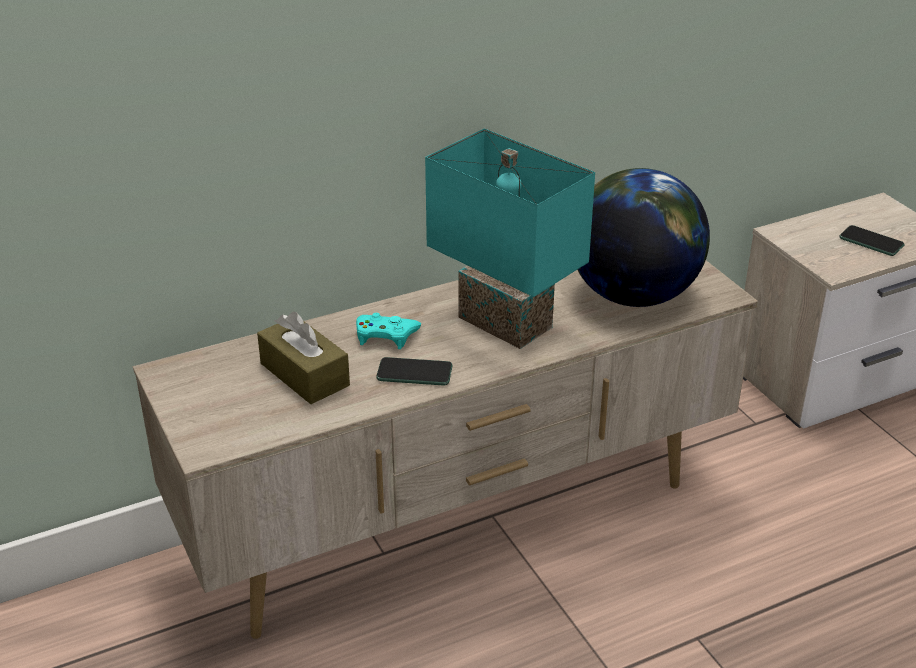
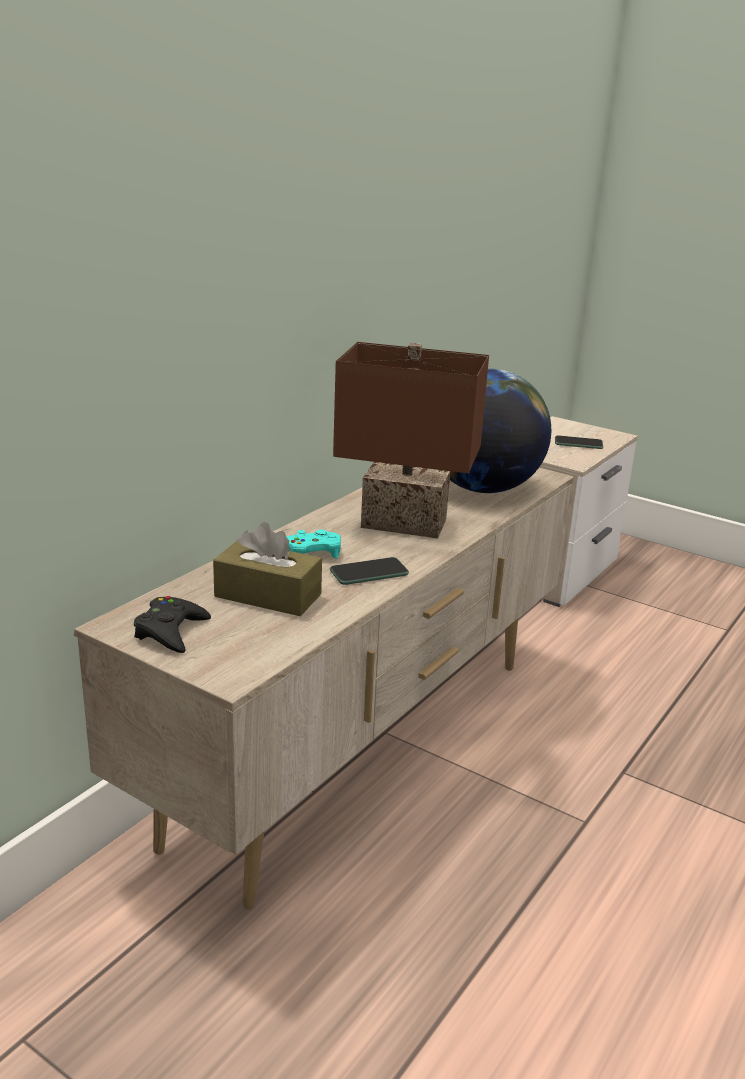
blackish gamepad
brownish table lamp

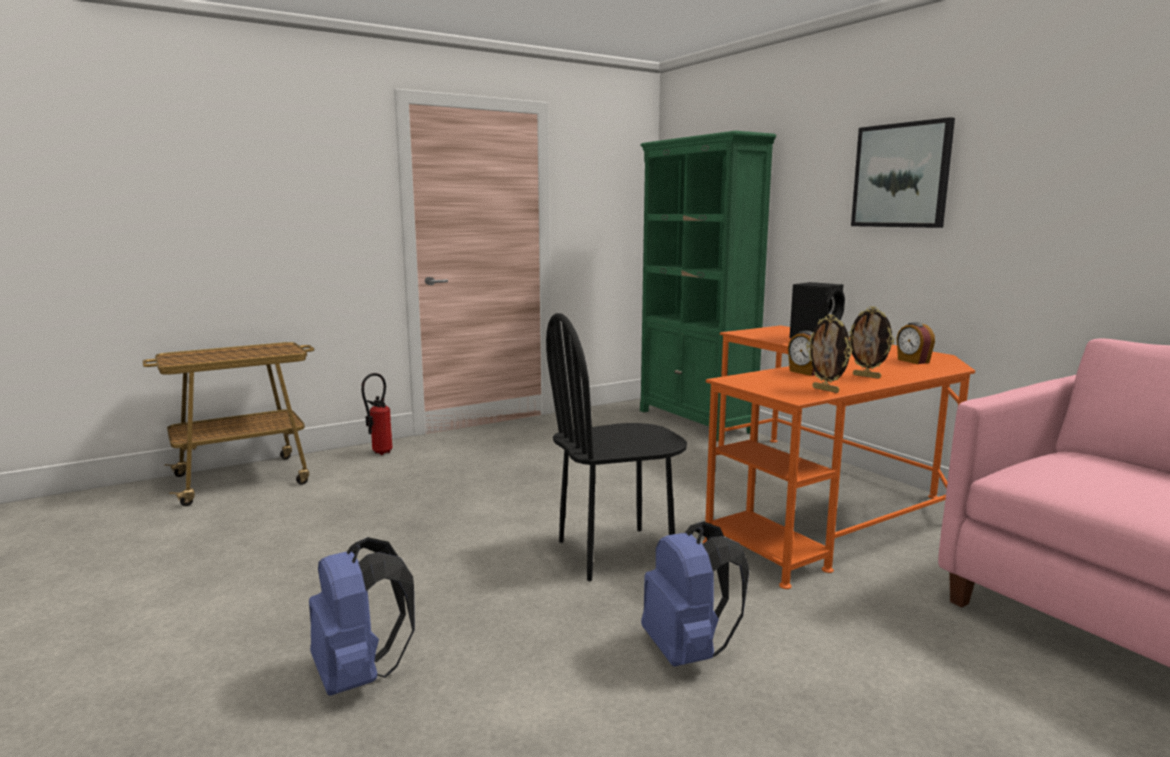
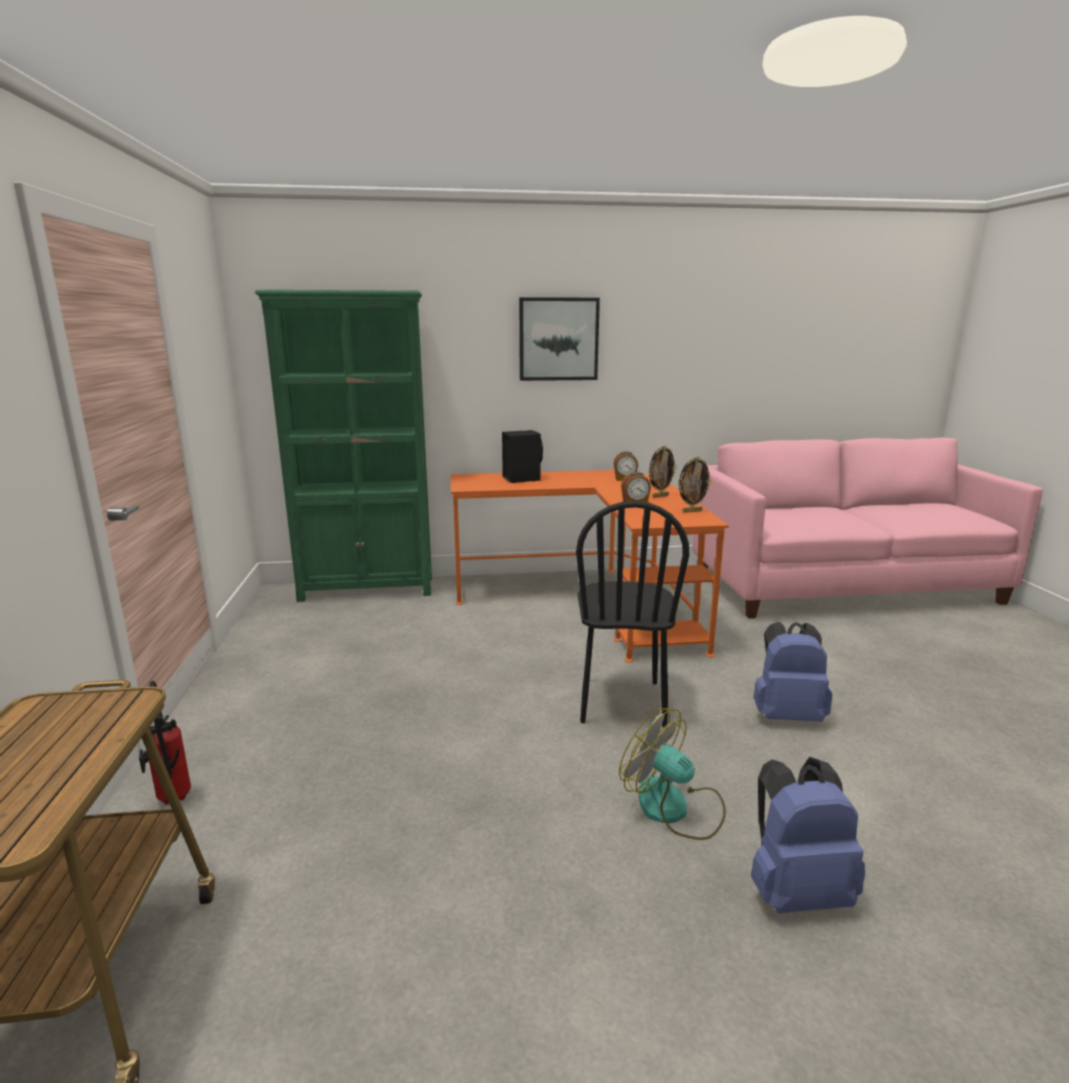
fan

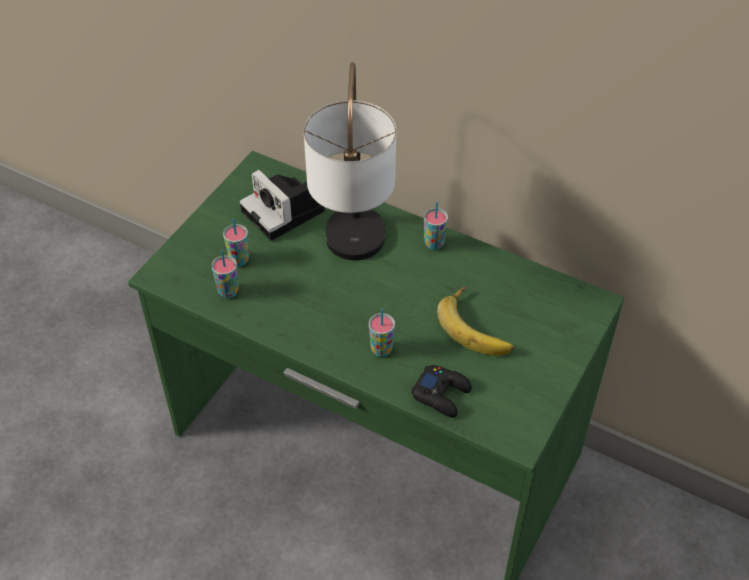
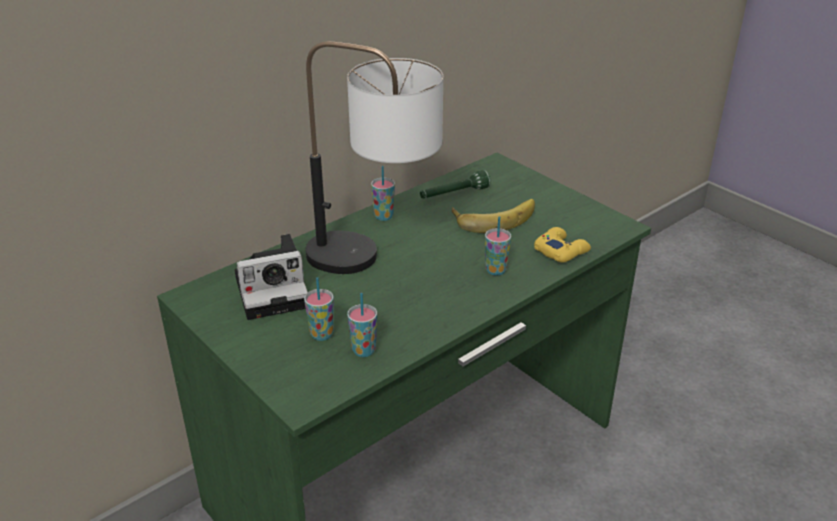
green-coloured torch
yellow gamepad

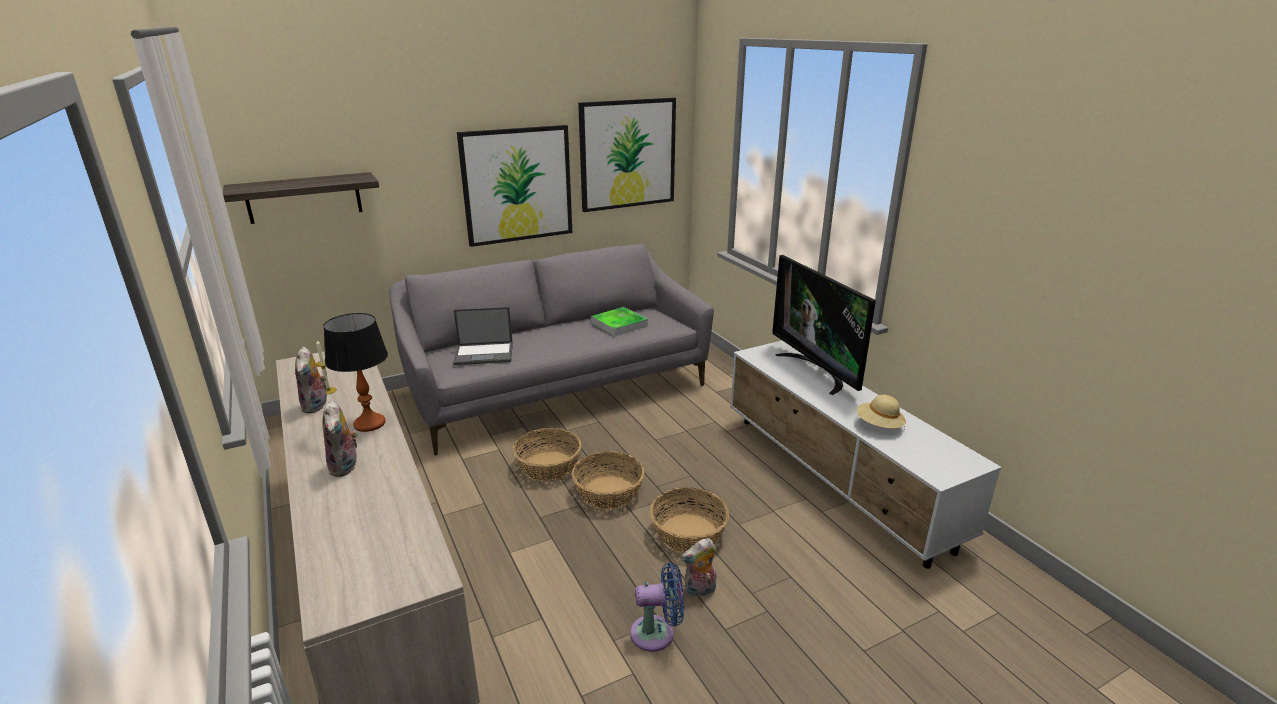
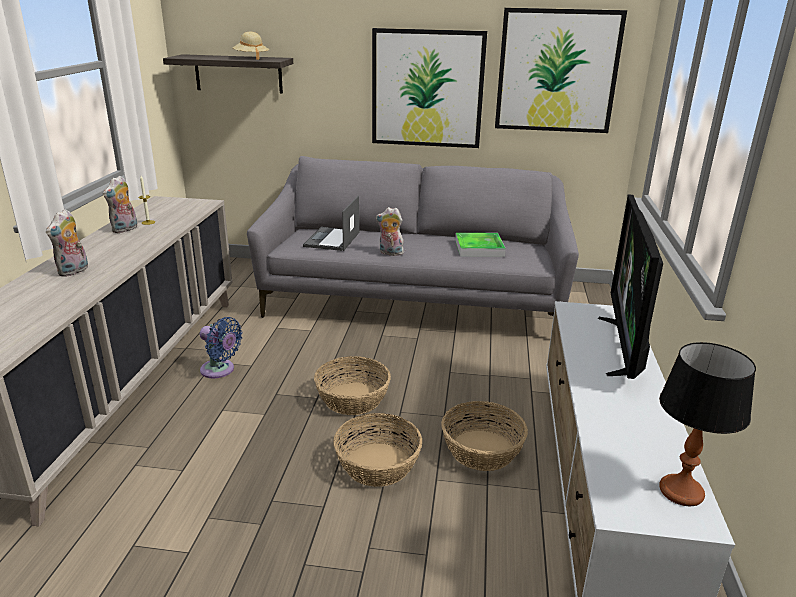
table lamp
storage basket (no. 3 from left)
blue fan
soft toy (no. 3 from left)
beige-coloured wearable hat
notebook computer

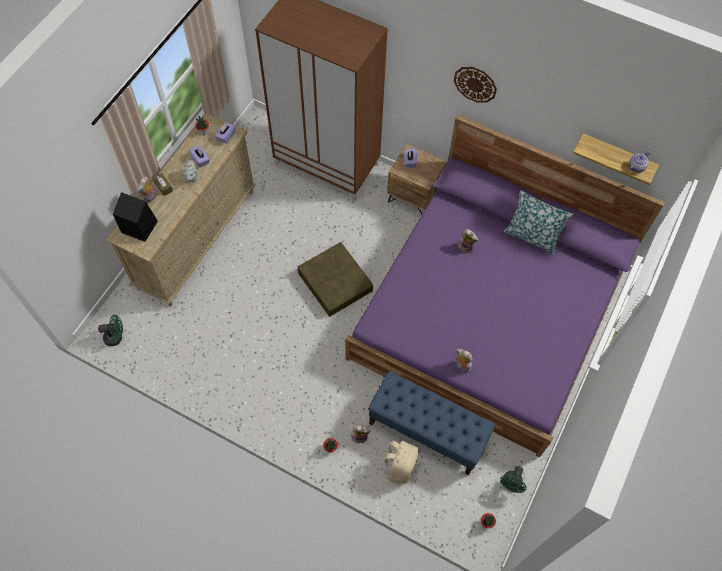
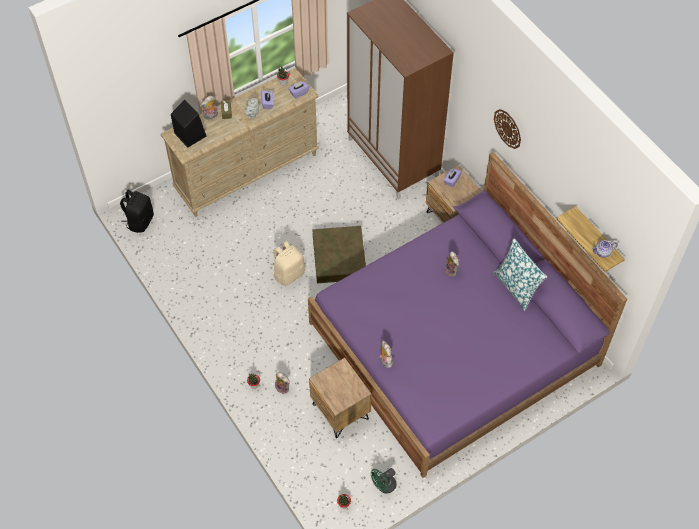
beige-coloured knapsack
blackish knapsack
brownish night table (no. 1 from left)

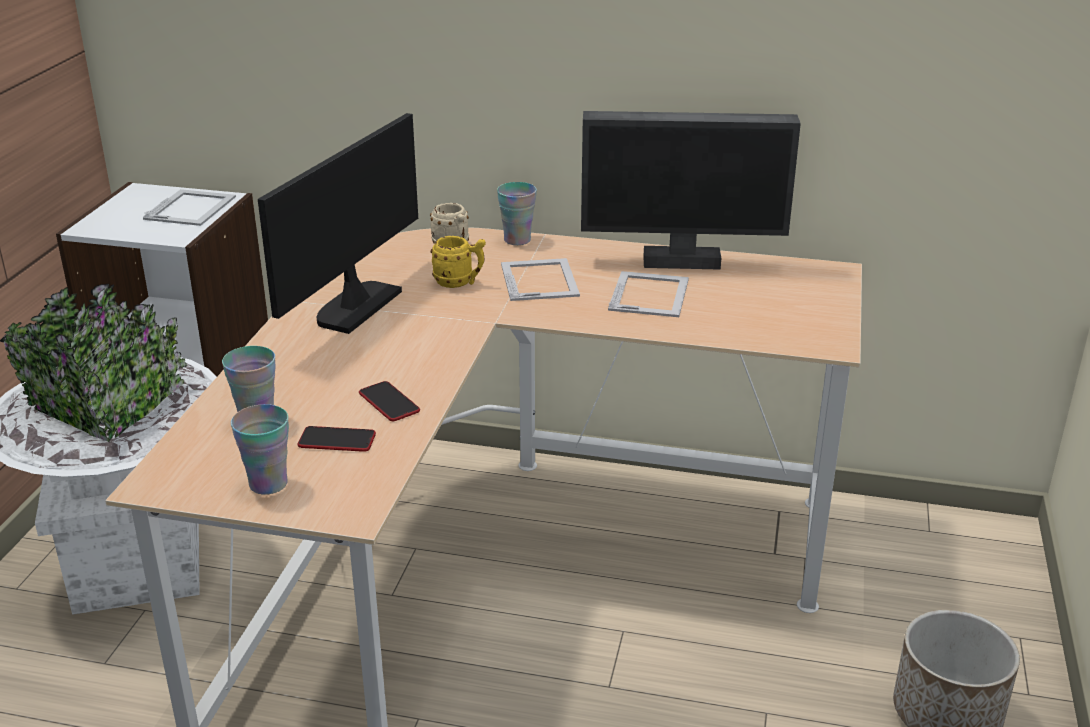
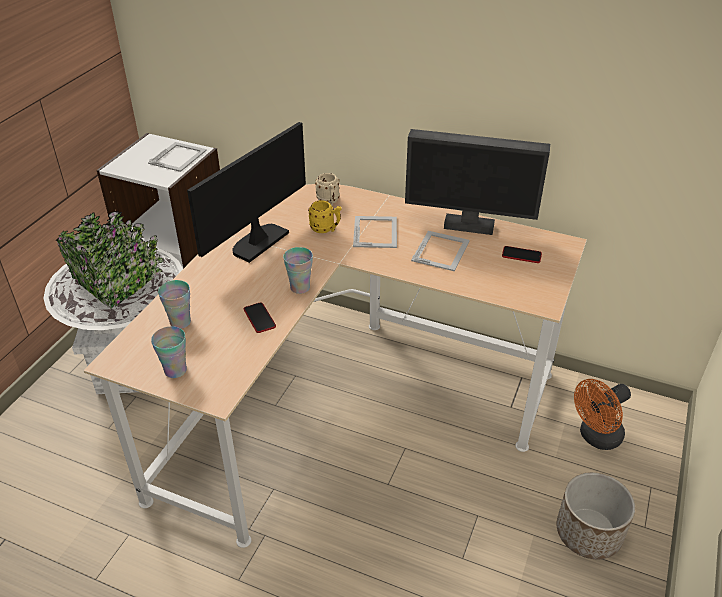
orangey fan
handset (no. 2 from left)
drinking cup (no. 3 from left)

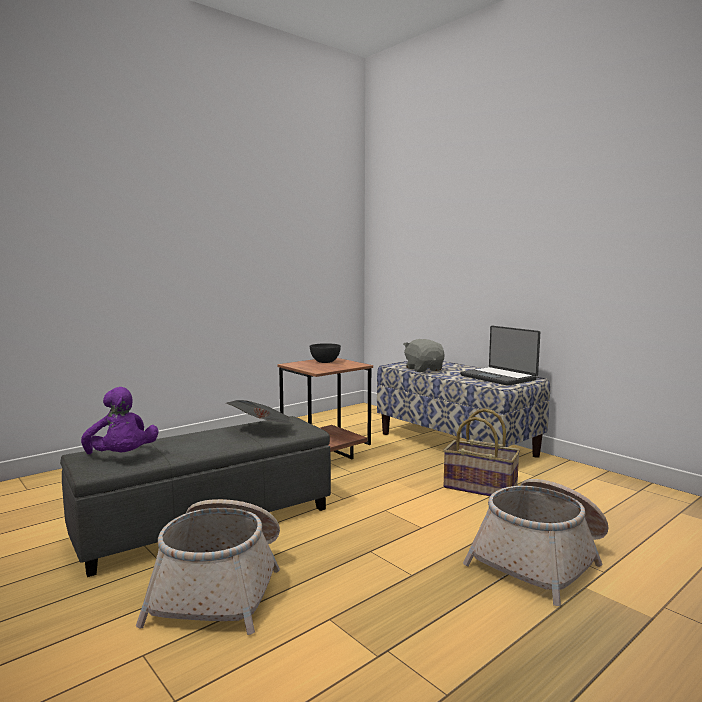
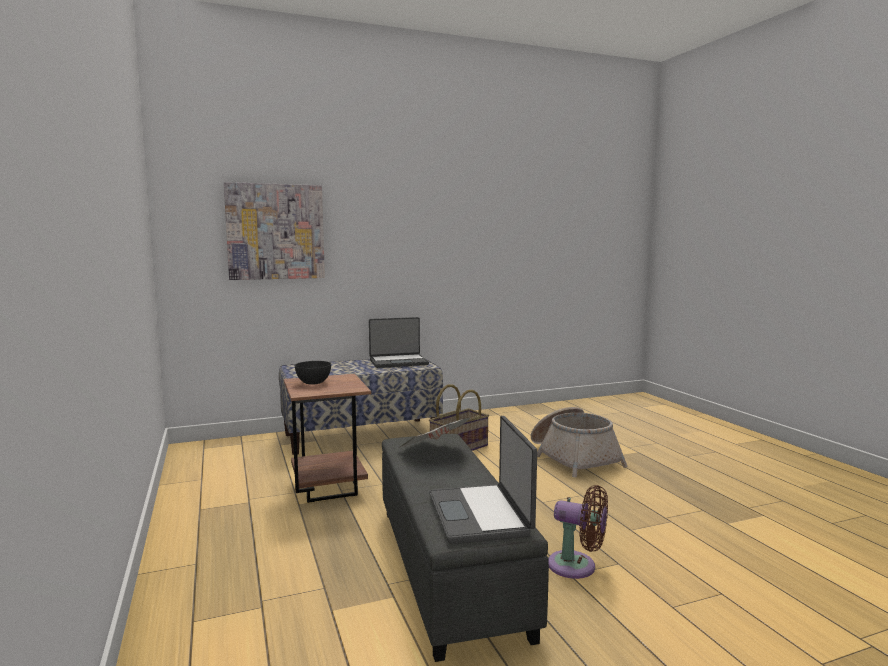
greyish soft toy
picture
notebook computer (no. 2 from left)
brownish fan

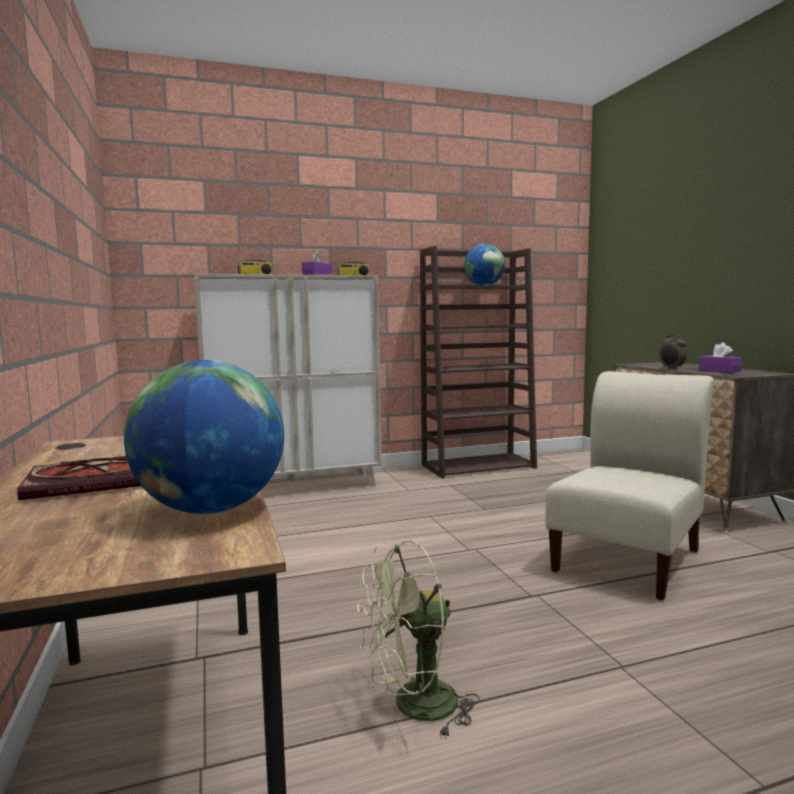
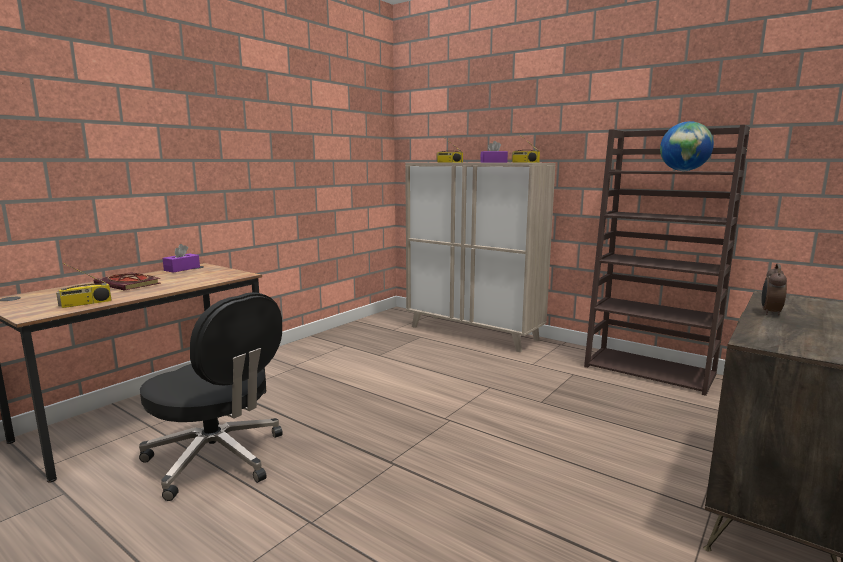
beige-coloured chair
purple-coloured tissue holder (no. 1 from left)
radio (no. 1 from left)
blackish computer chair

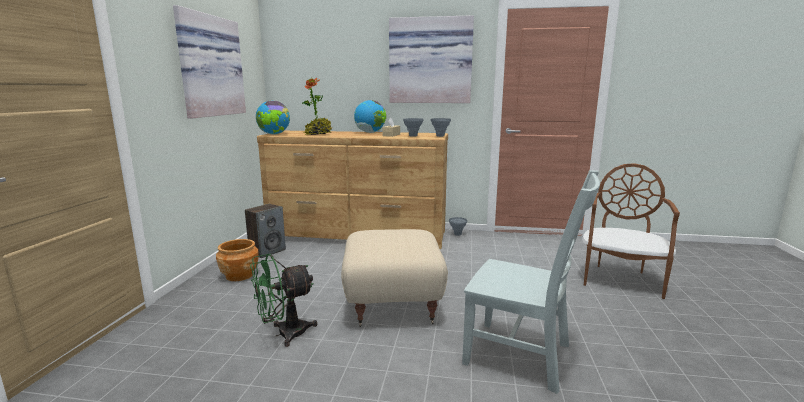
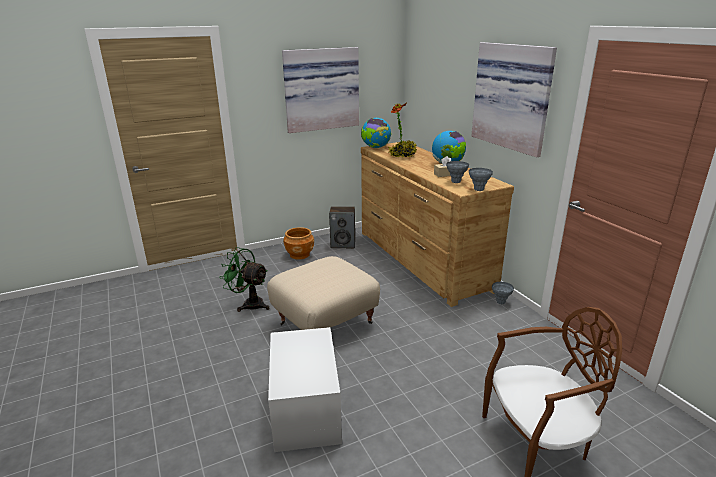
whitish storage container

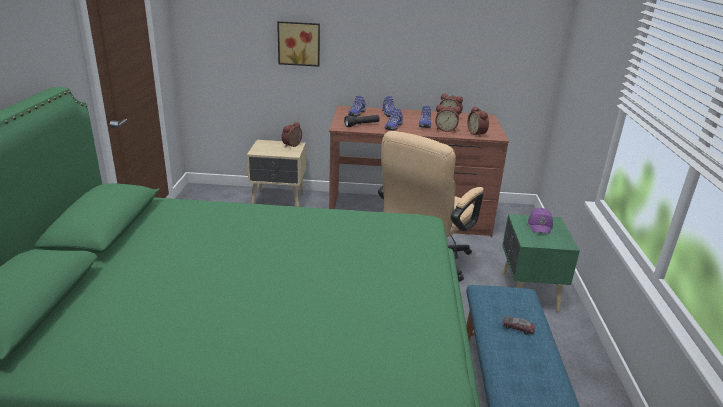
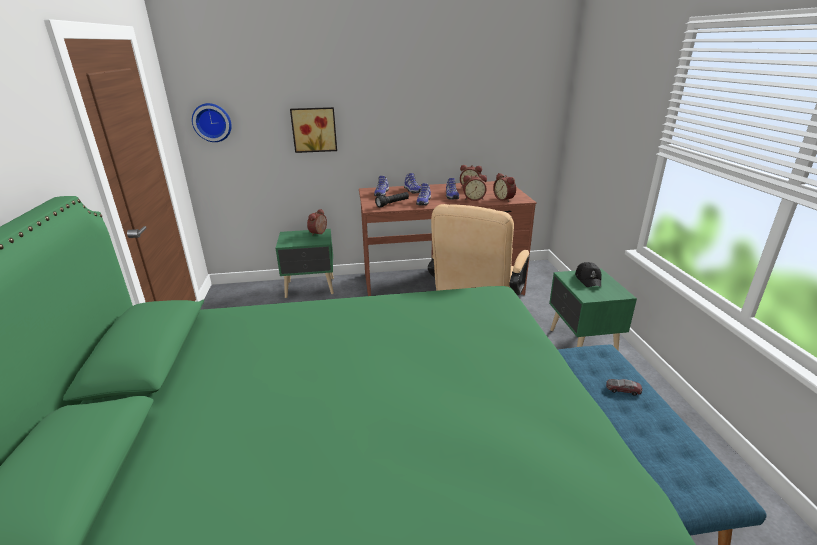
clock on the wall
green-coloured night table (no. 1 from left)
blackish baseball cap

